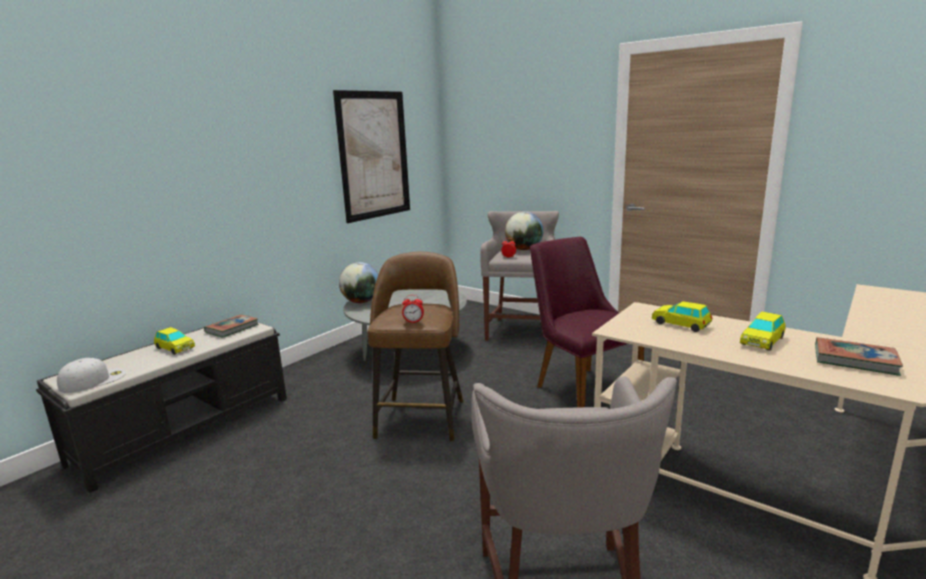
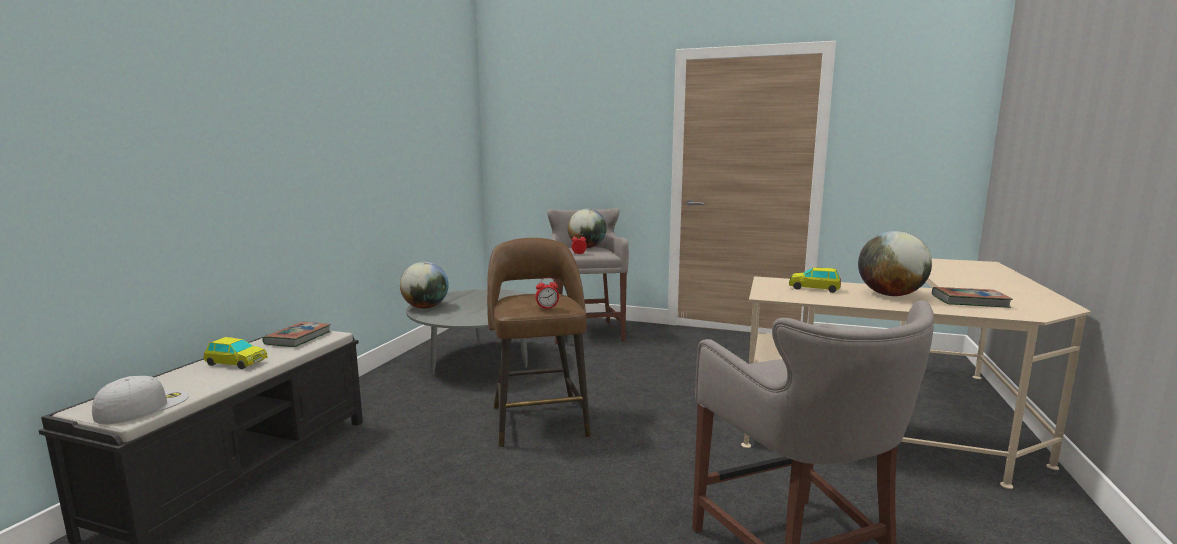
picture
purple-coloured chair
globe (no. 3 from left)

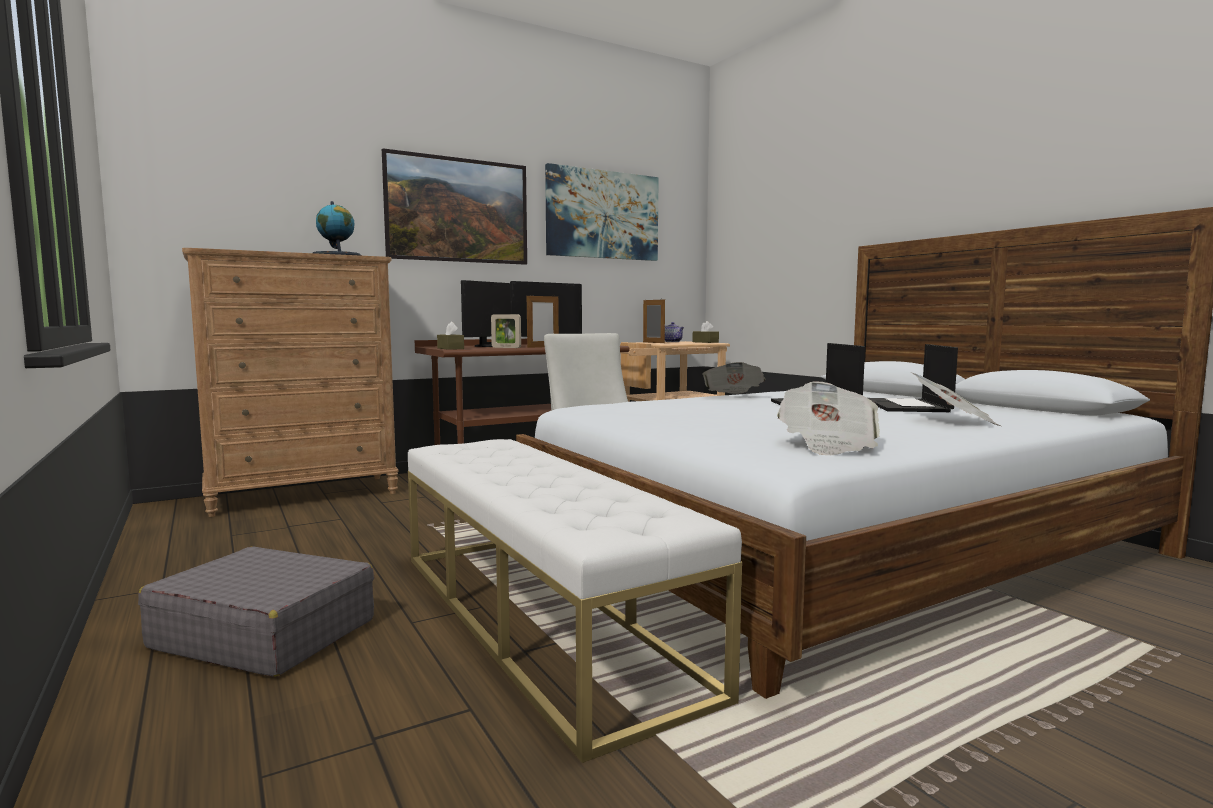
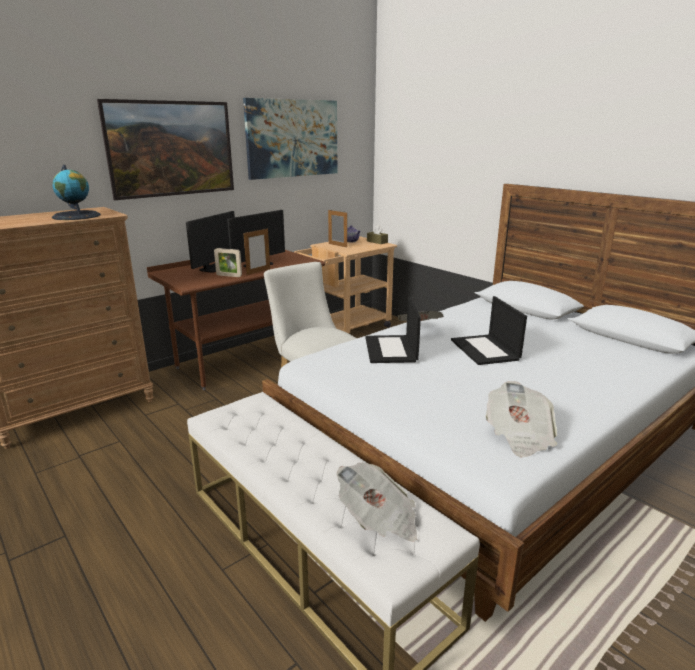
greyish travel case
brownish tissue holder (no. 1 from left in the first image)
notebook computer (no. 1 from left)
newspaper (no. 1 from left)

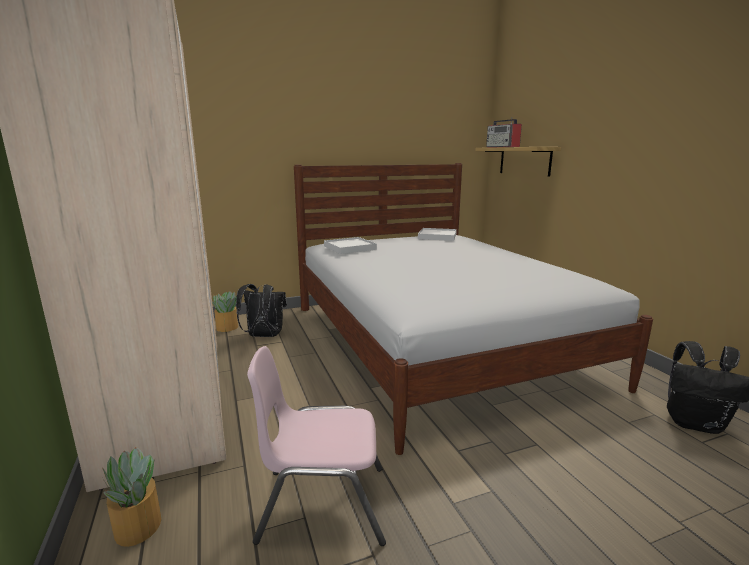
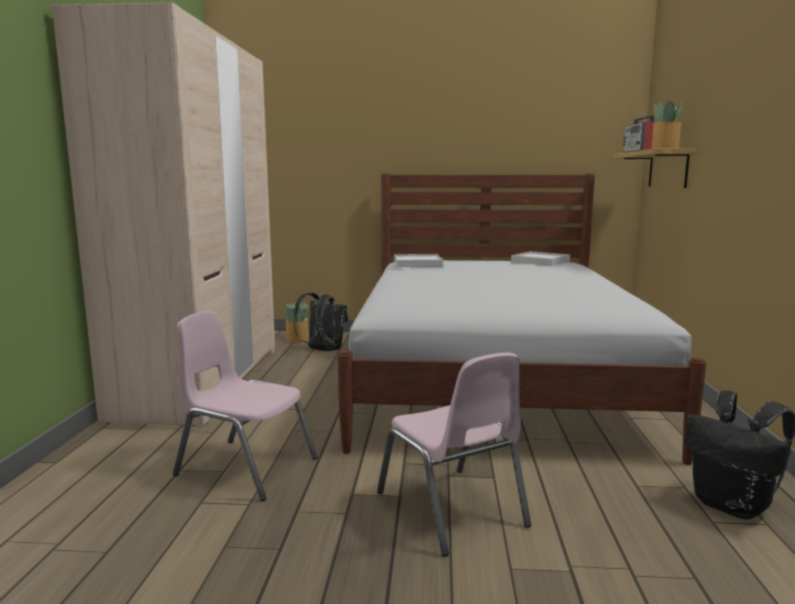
pink-coloured chair (no. 2 from left)
houseplant (no. 2 from left)

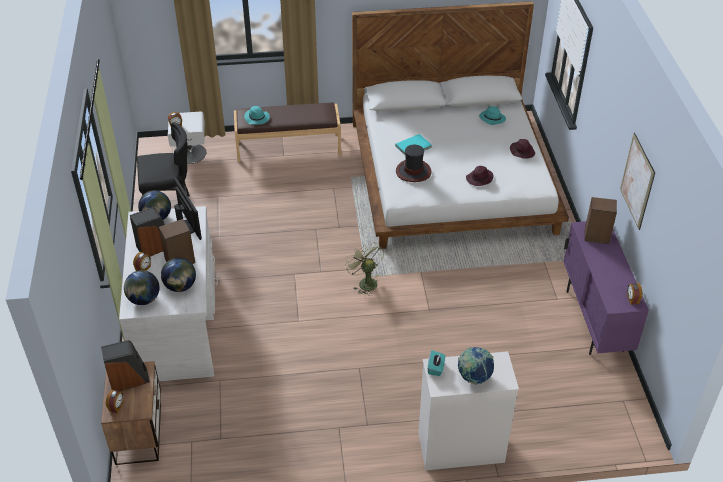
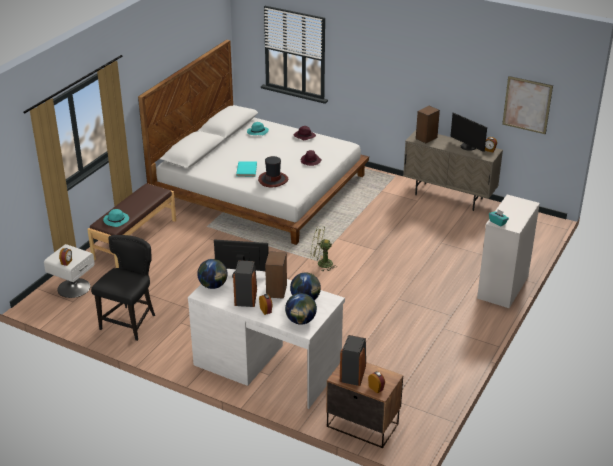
globe (no. 4 from left in the first image)
monitor (no. 2 from left)
picture
beige-coloured cabinet

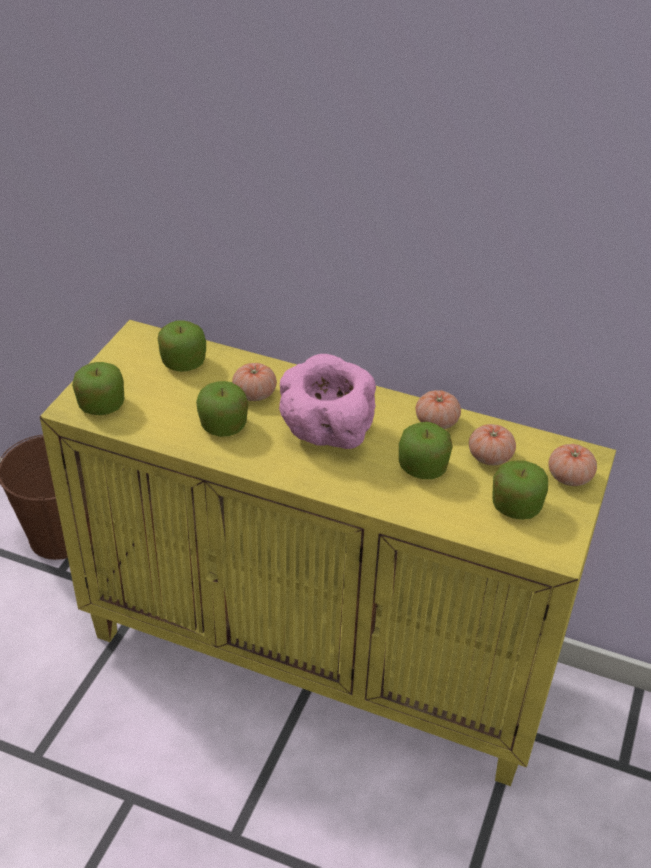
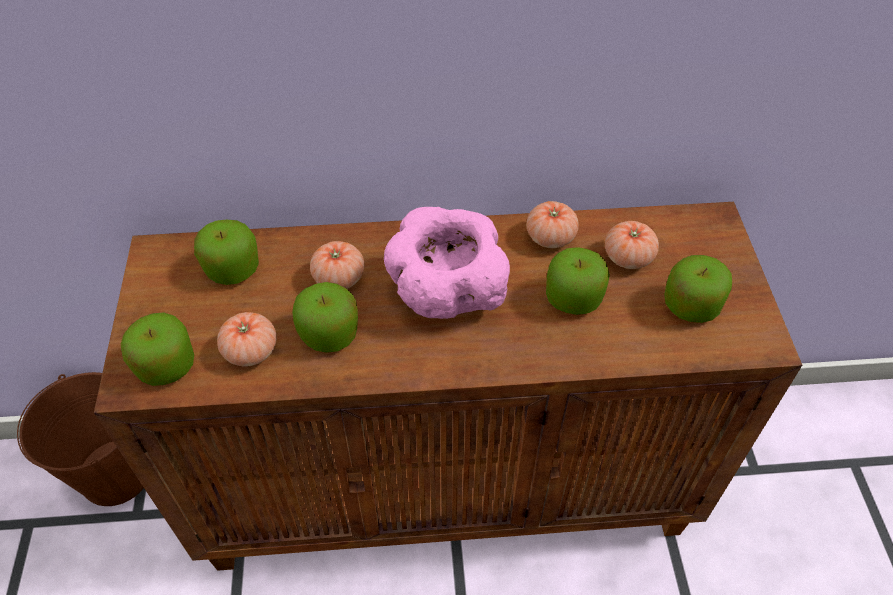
whole tomato (no. 1 from left)
brownish cabinet

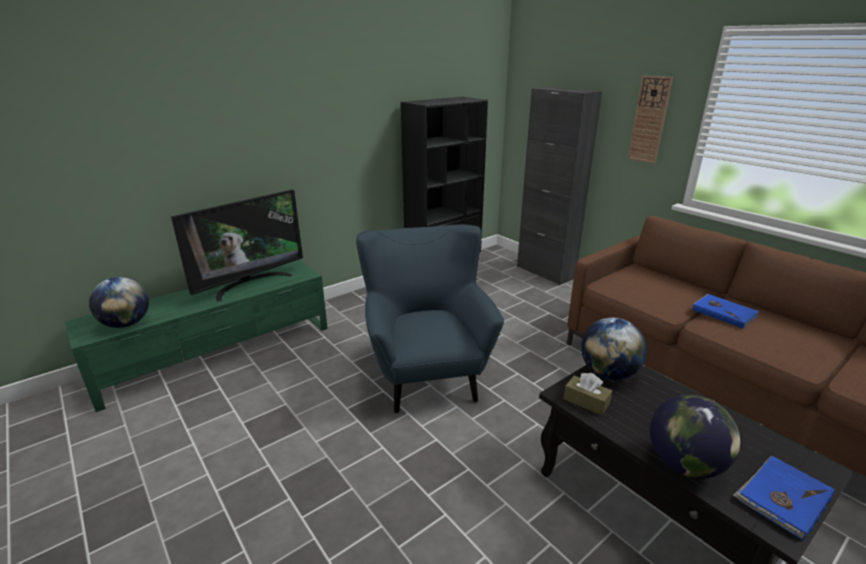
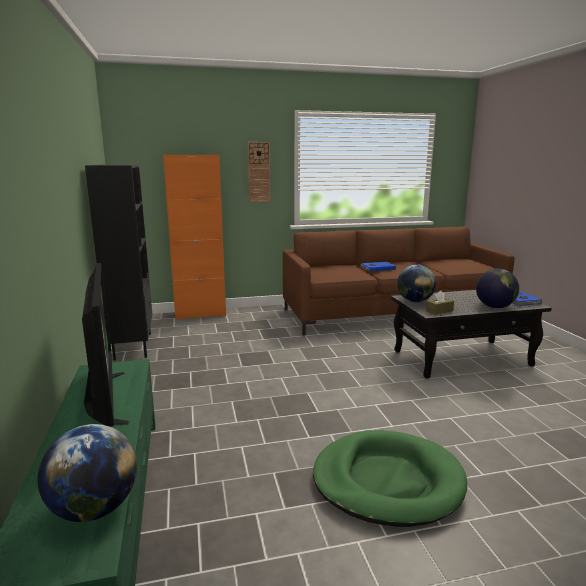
blue armchair
green-coloured dog cushion
orangey cabinet

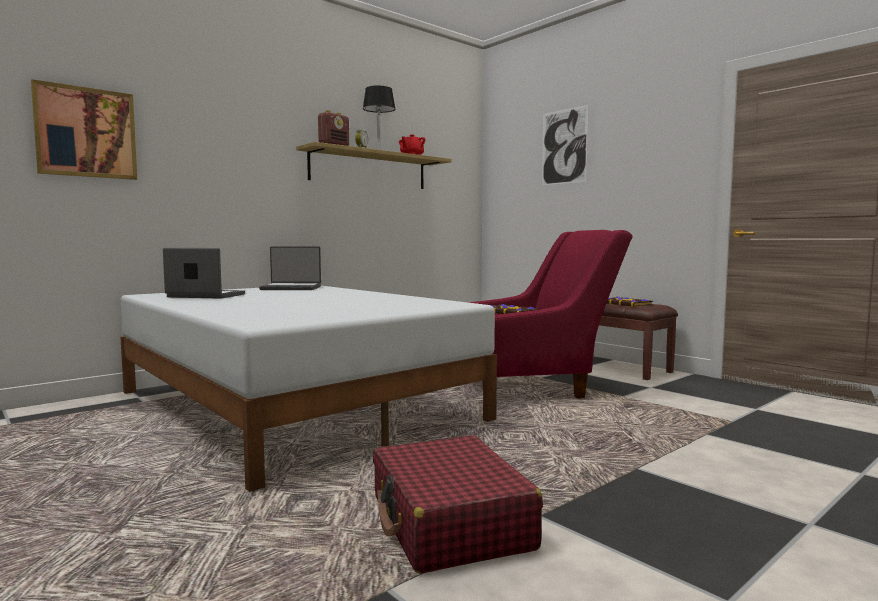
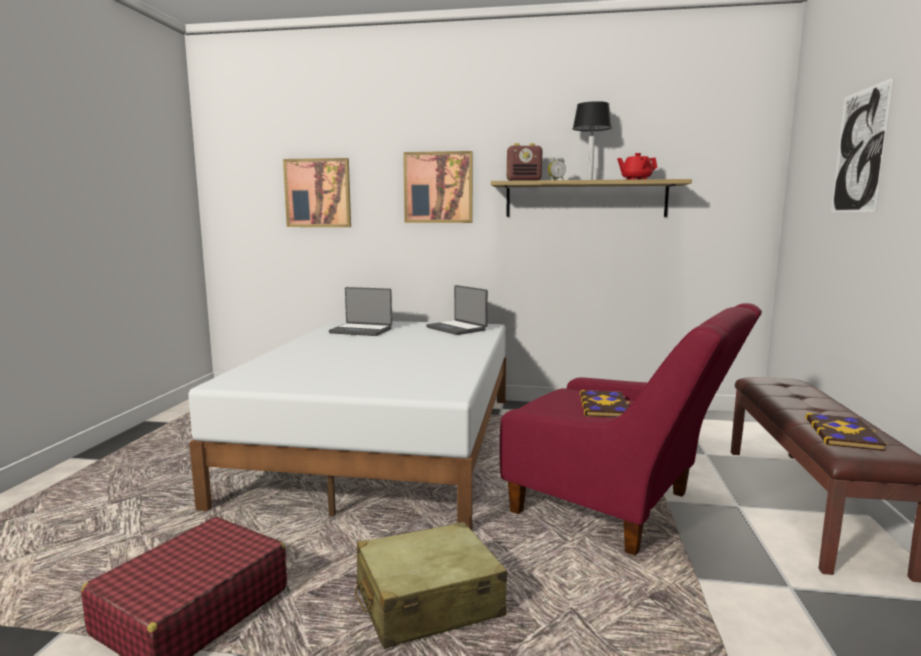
beige-coloured travel case
picture (no. 2 from left)
notebook computer (no. 1 from left)

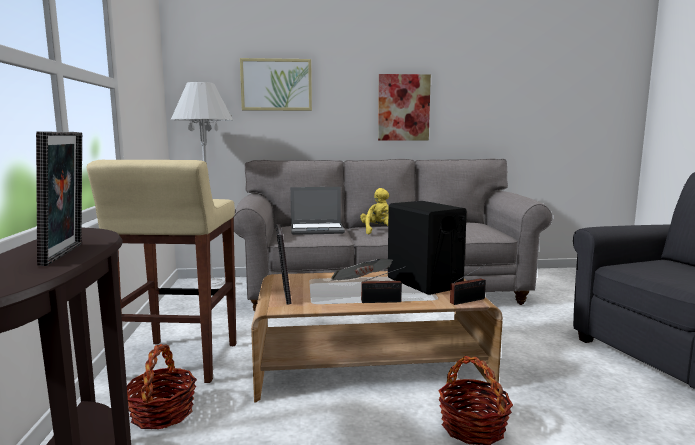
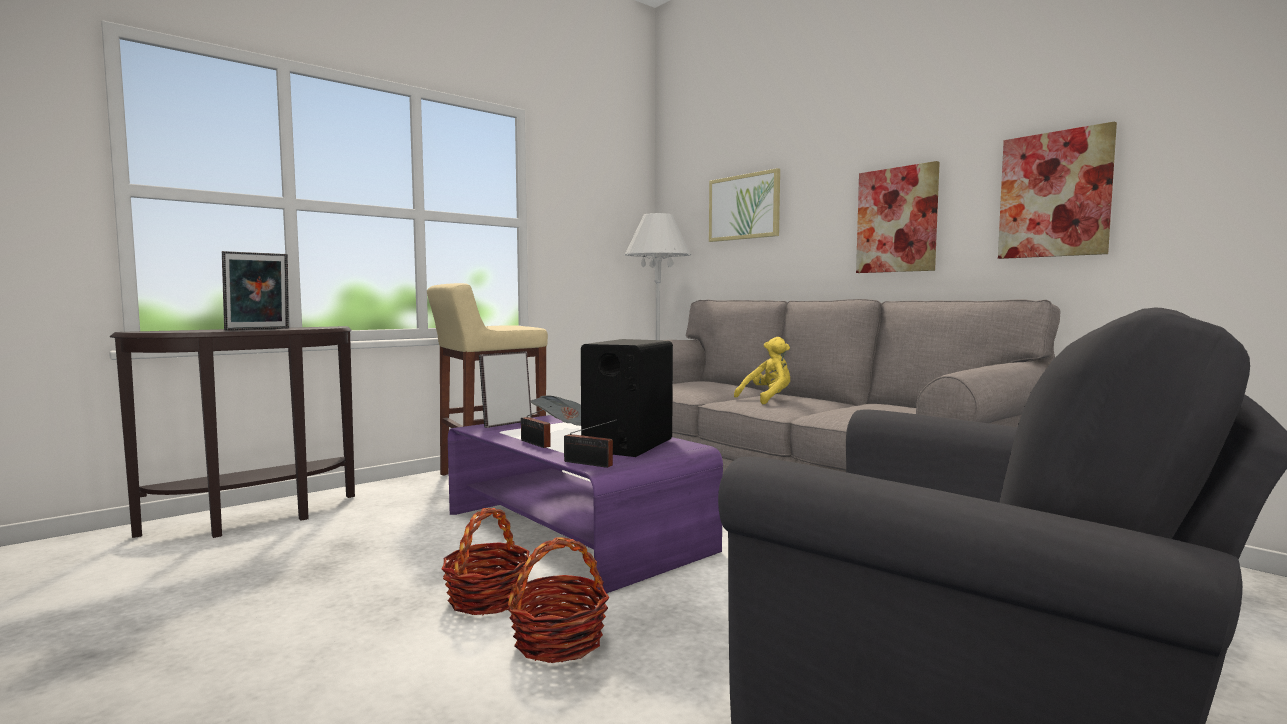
notebook computer
picture (no. 3 from left)
storage basket (no. 2 from left)
purple-coloured lounge table

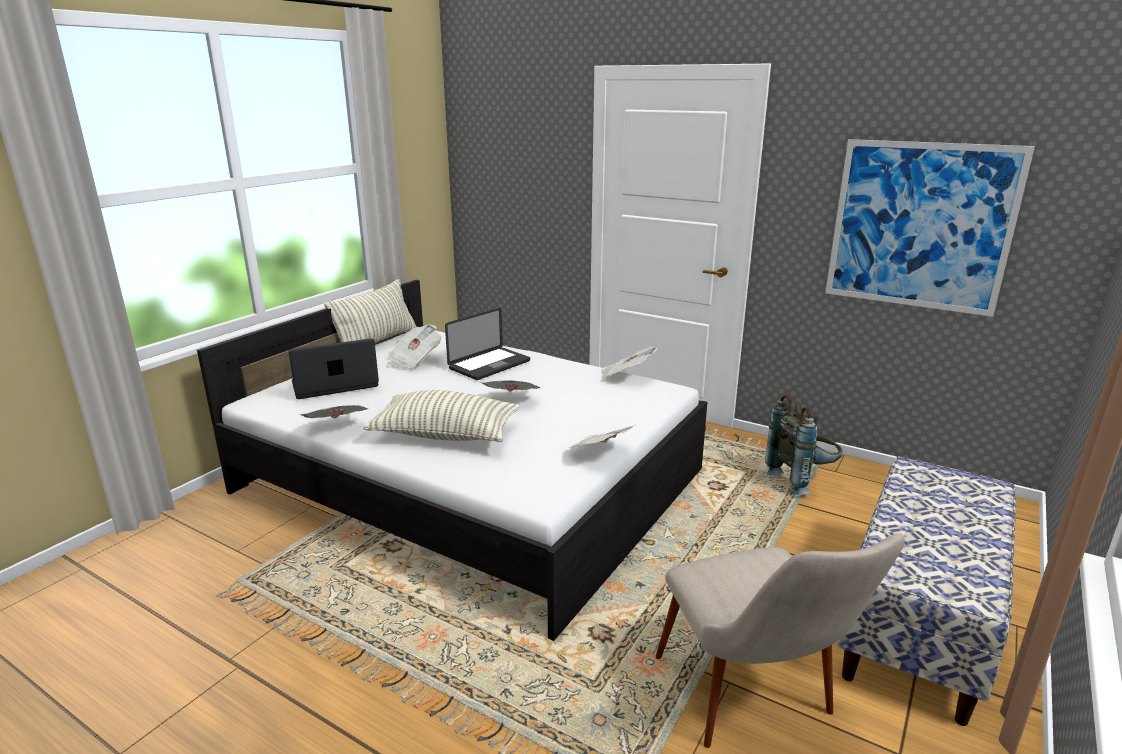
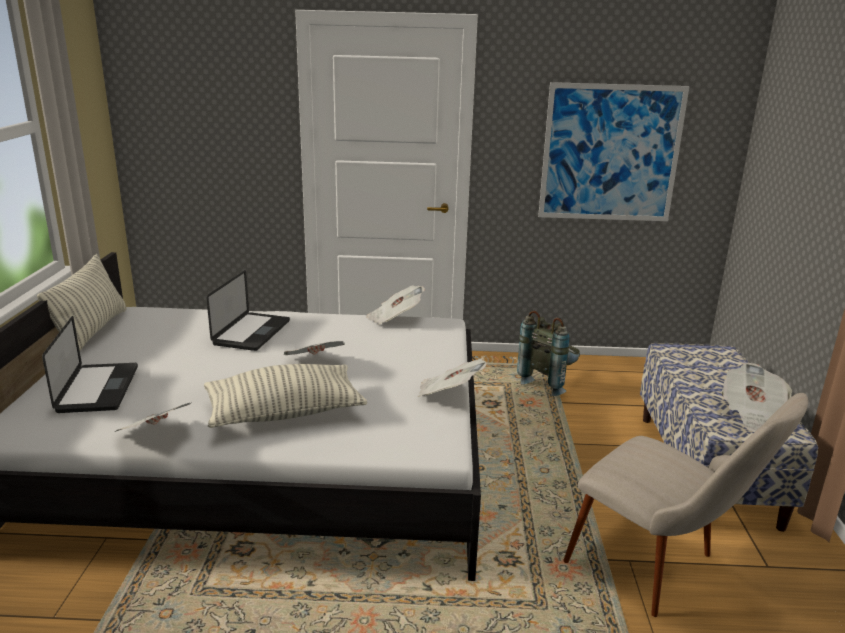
newspaper (no. 5 from left)
notebook computer (no. 1 from left)

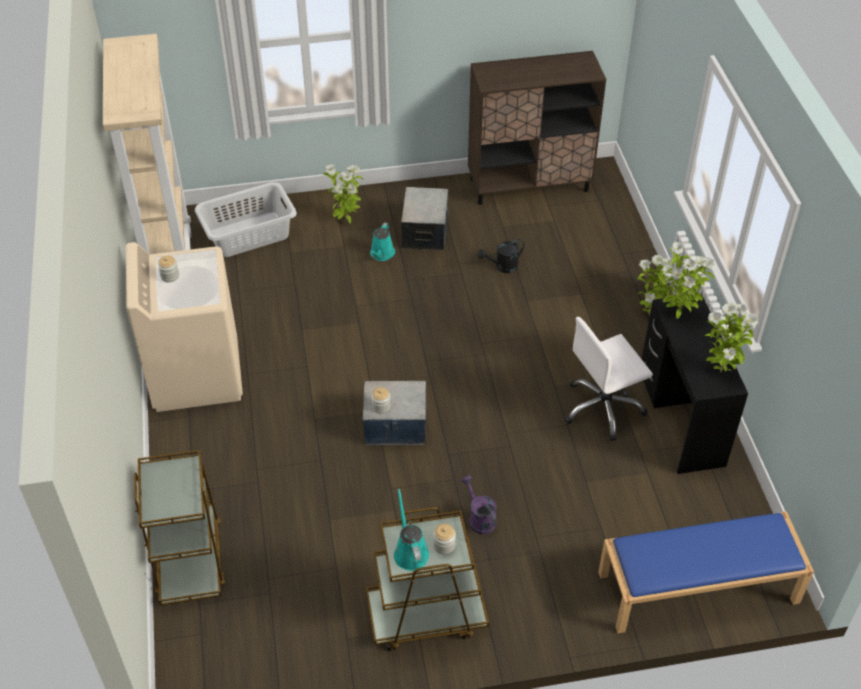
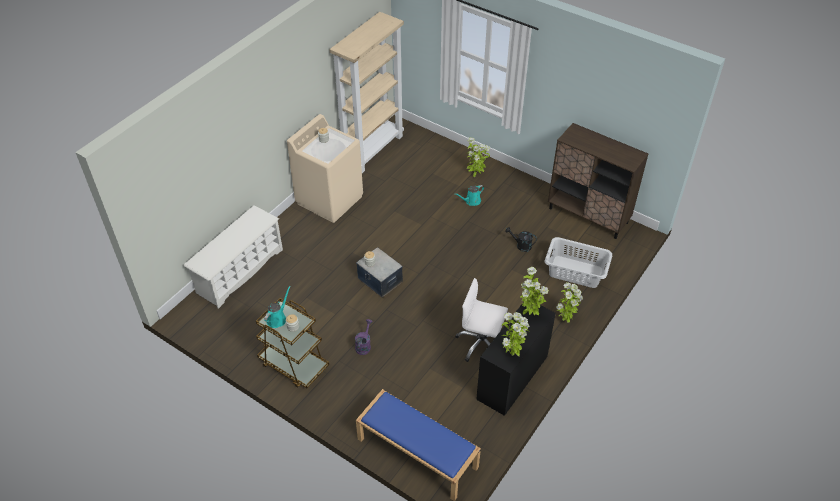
storage container (no. 2 from left in the first image)
greyish washing basket
whitish shoe rack

